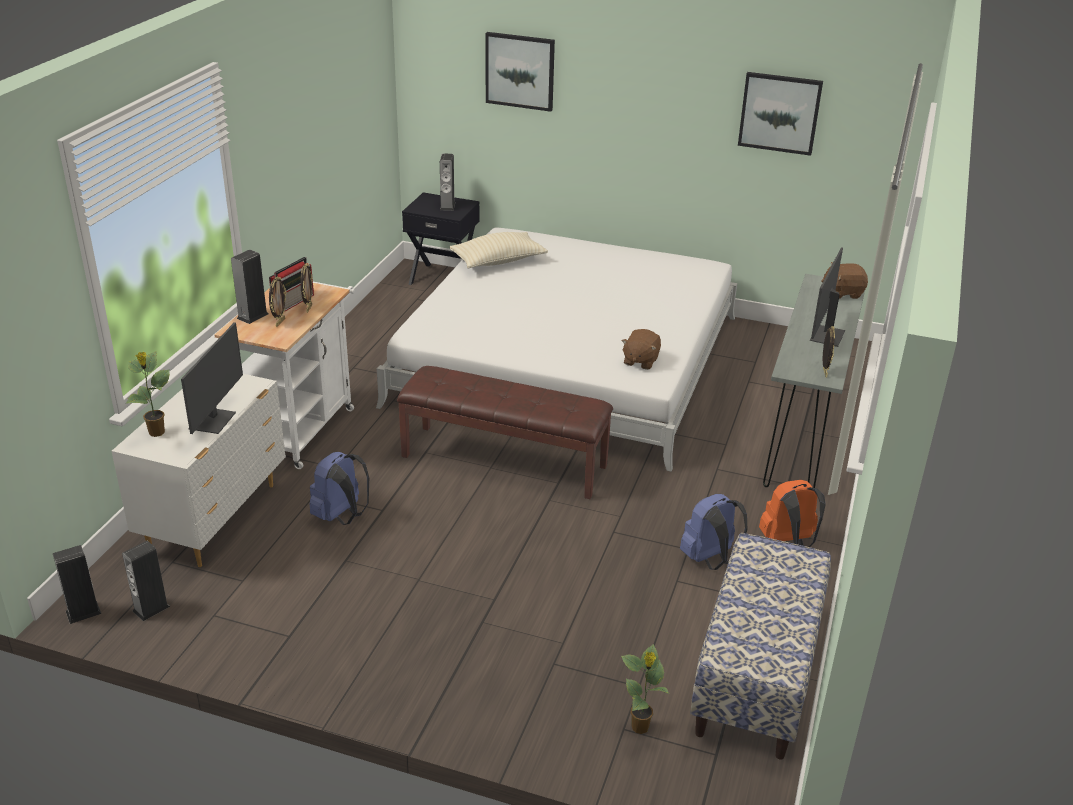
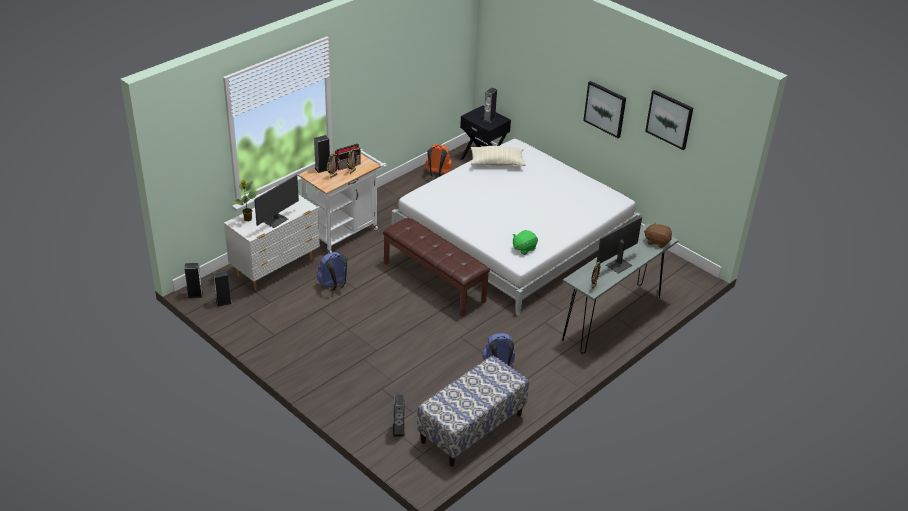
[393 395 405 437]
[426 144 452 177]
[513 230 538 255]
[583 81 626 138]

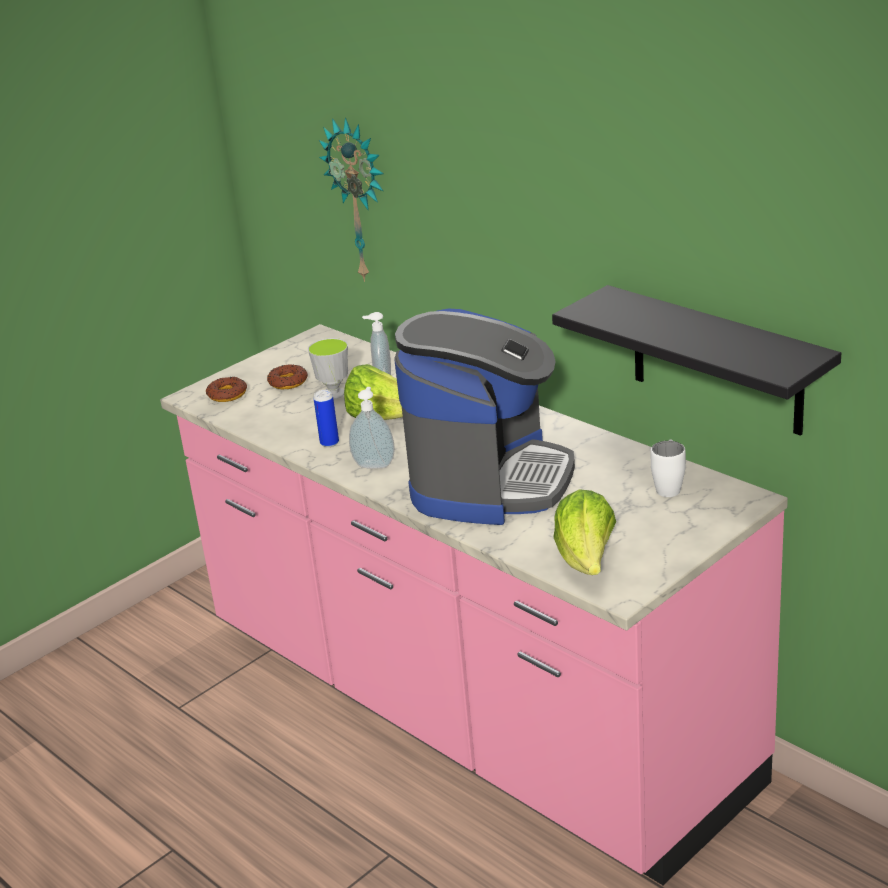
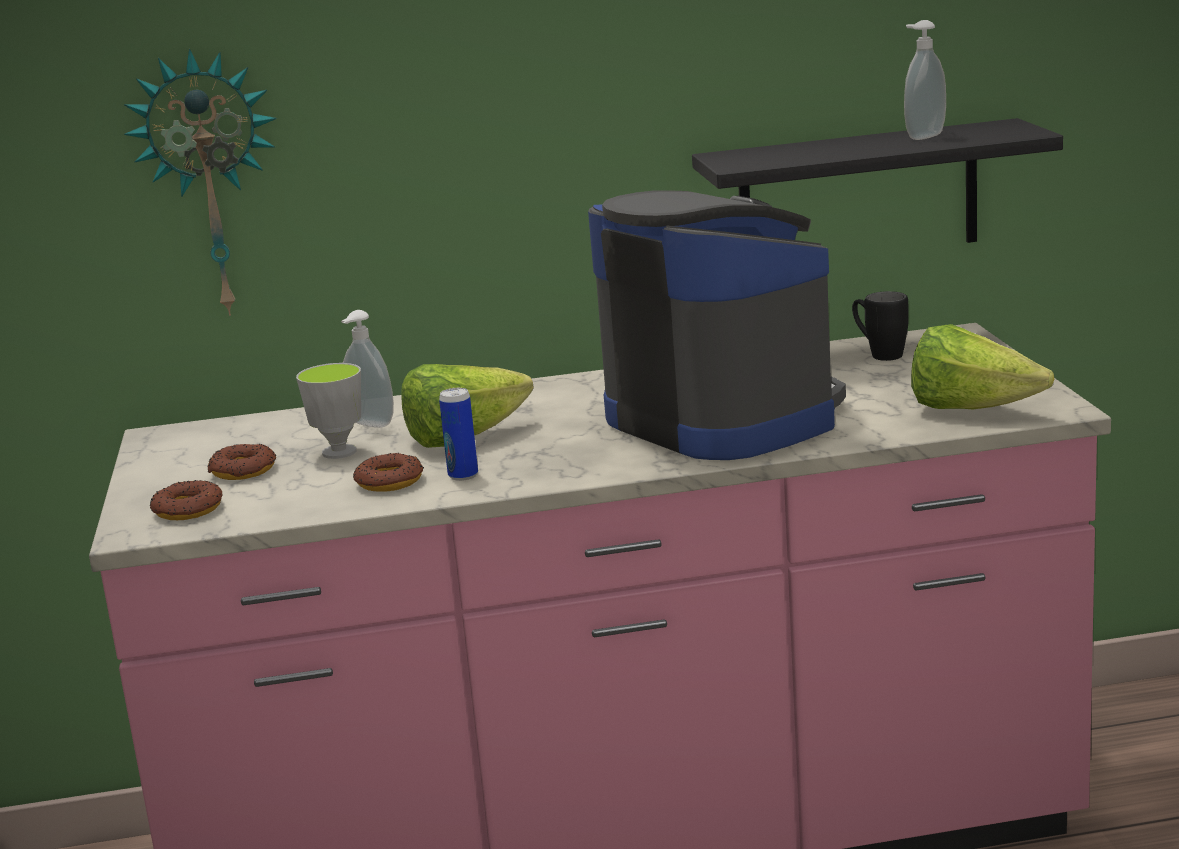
[353 453 424 492]
[852 291 909 361]
[904 20 946 140]

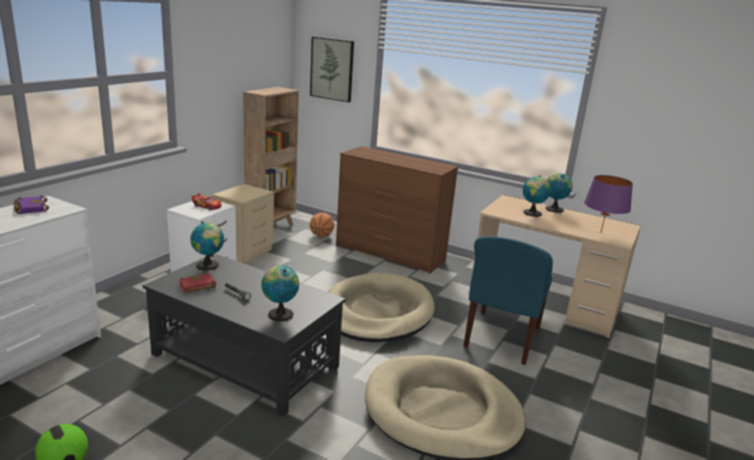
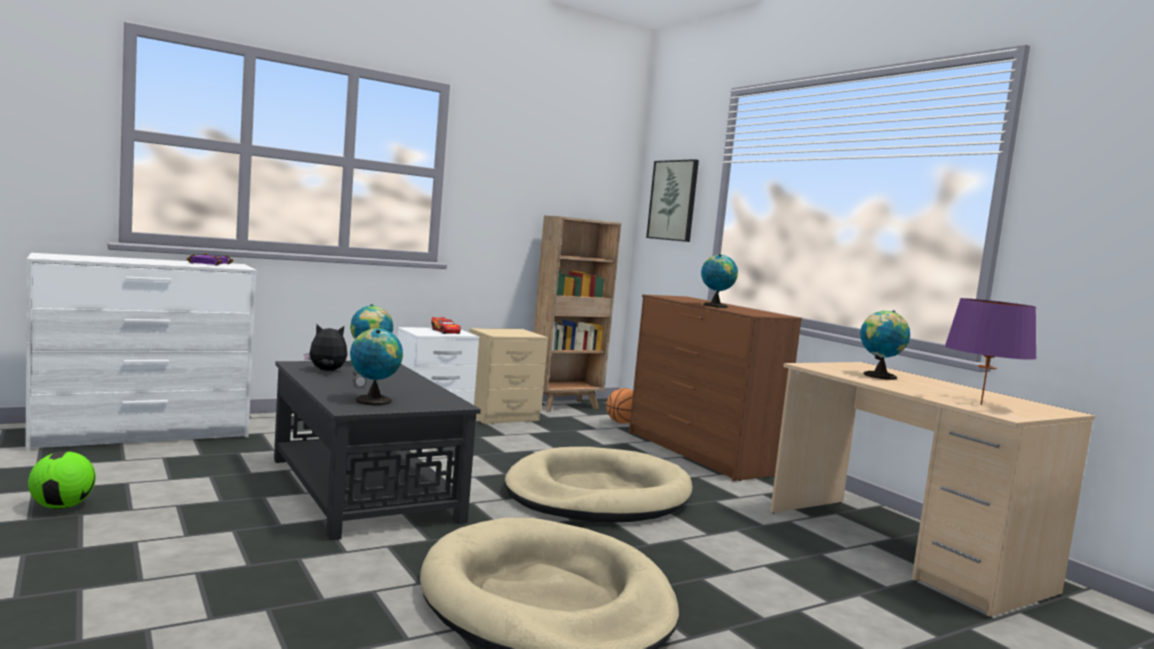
[304 324 347 371]
[701 254 738 308]
[463 236 553 365] (first image)

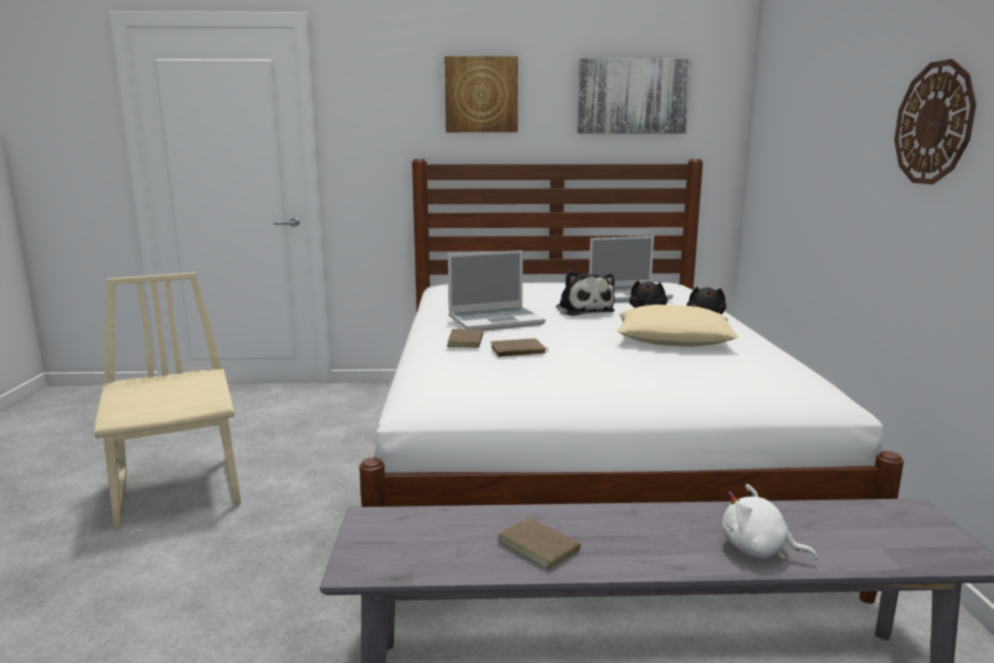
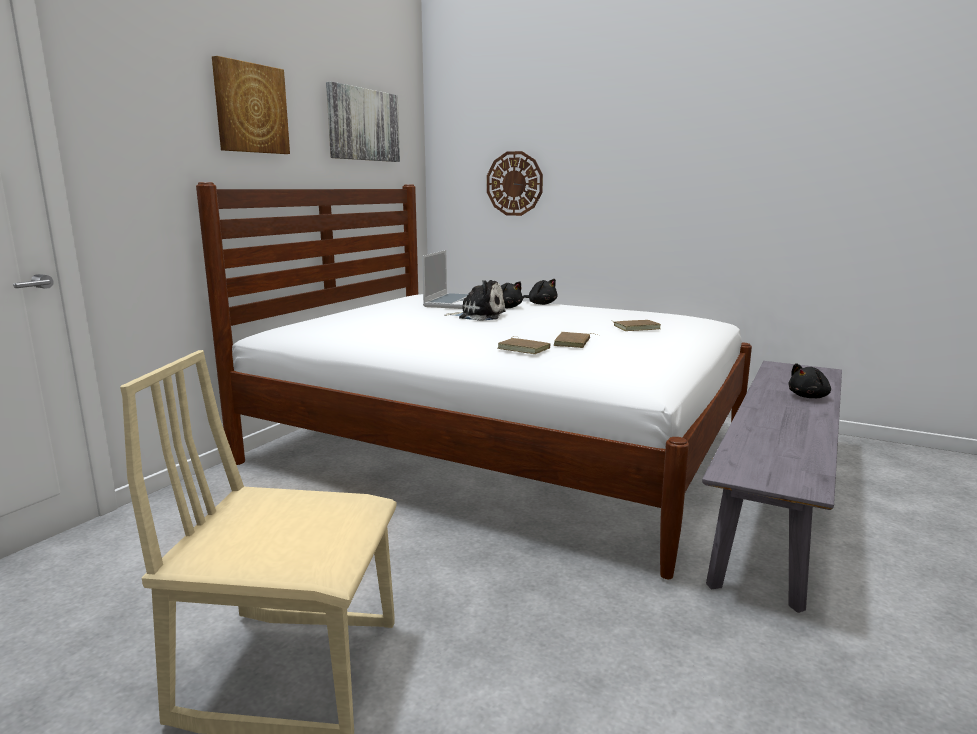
[487 151 543 216]
[611 320 661 331]
[788 363 831 398]
[448 250 545 331] (first image)
[617 305 738 347] (first image)

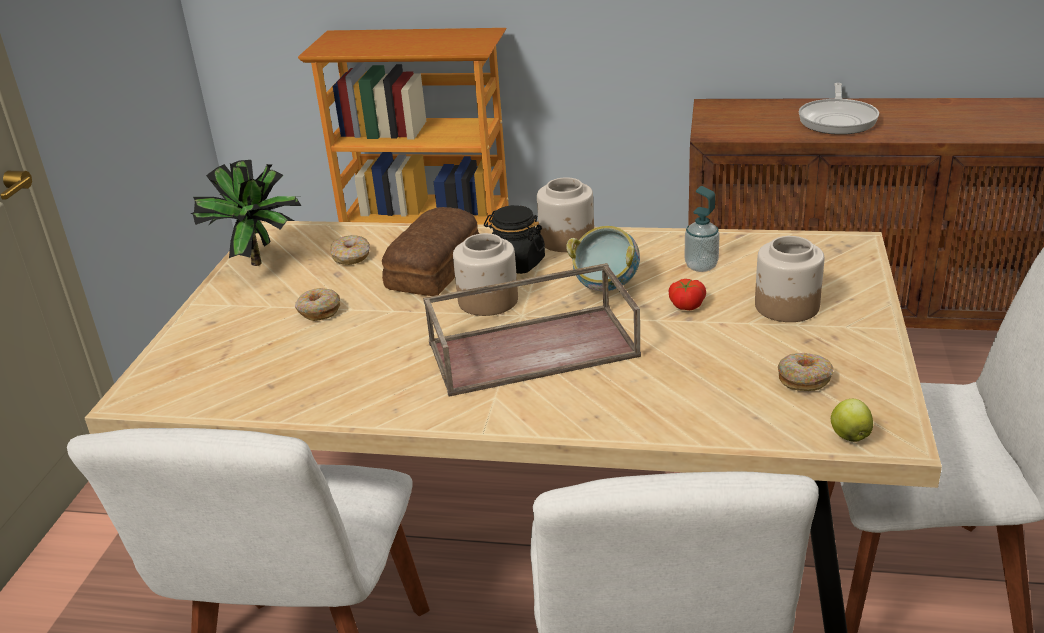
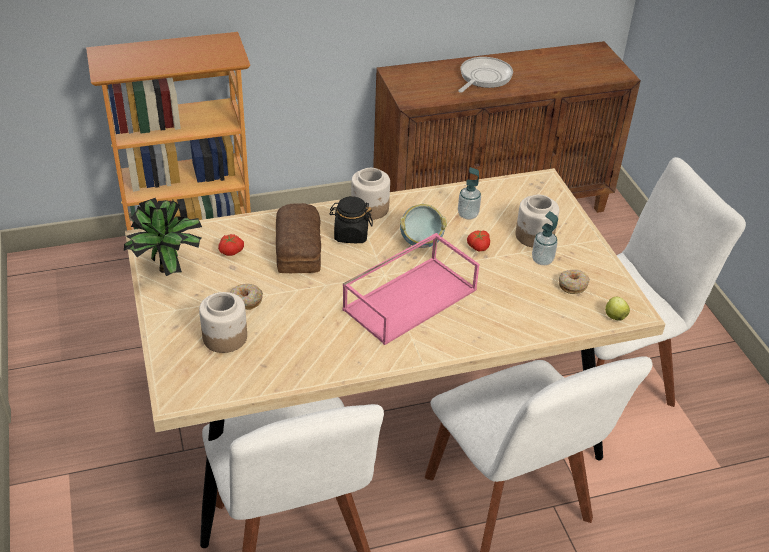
[199 292 247 353]
[218 234 244 256]
[342 233 480 345]
[458 57 513 93]
[532 211 558 265]

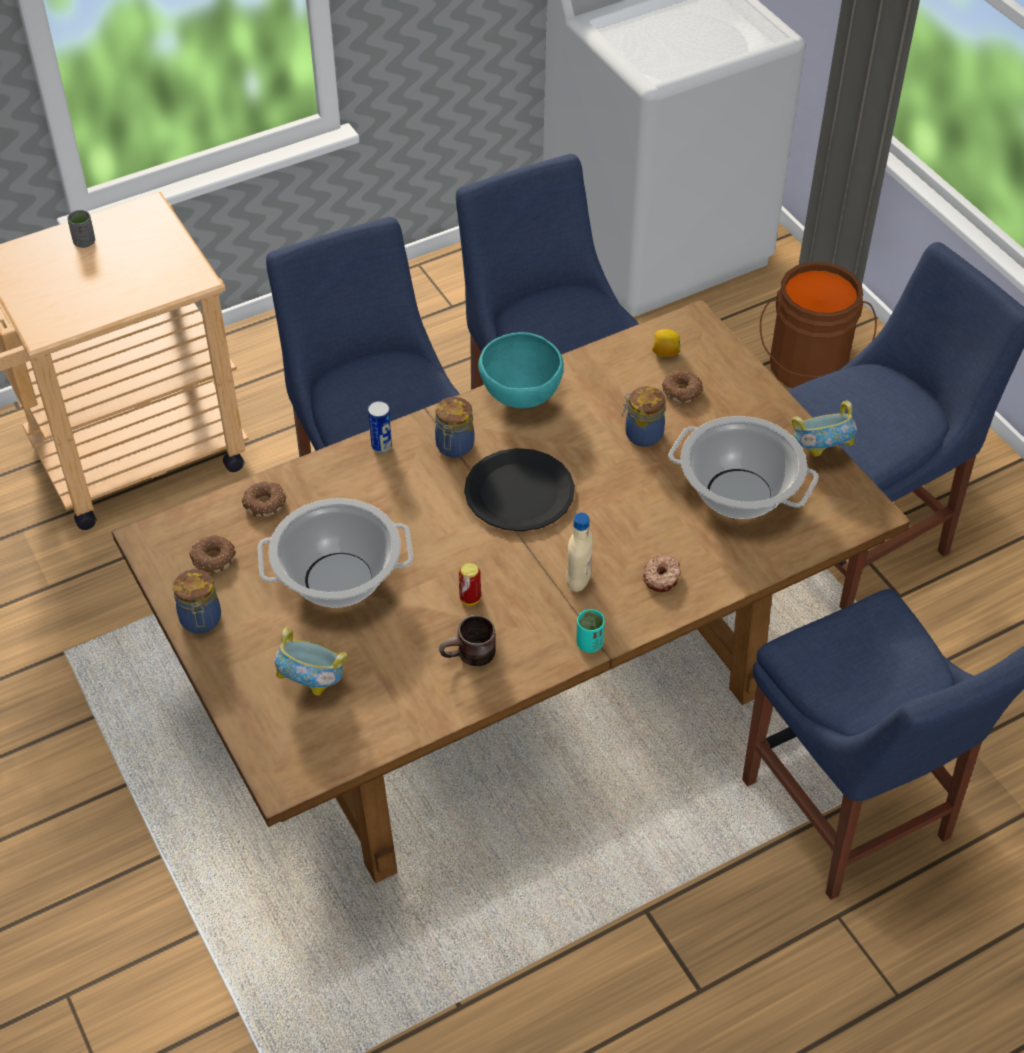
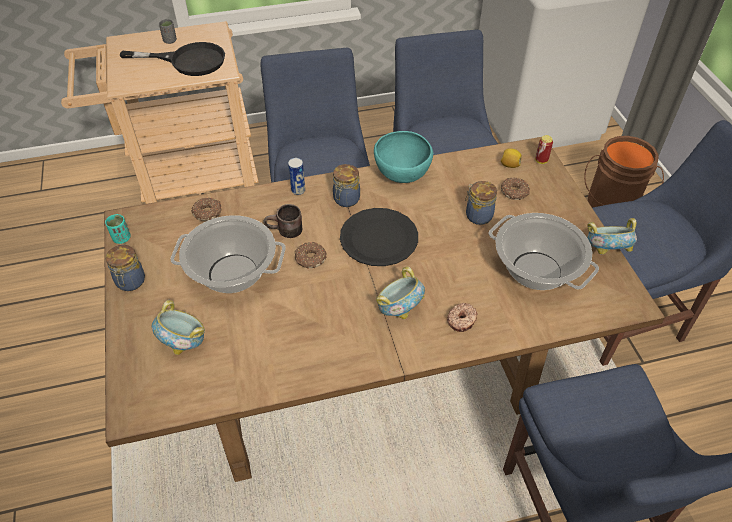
[105 214 131 244]
[119 42 225 76]
[264 204 302 238]
[295 242 327 269]
[376 266 425 319]
[535 135 553 164]

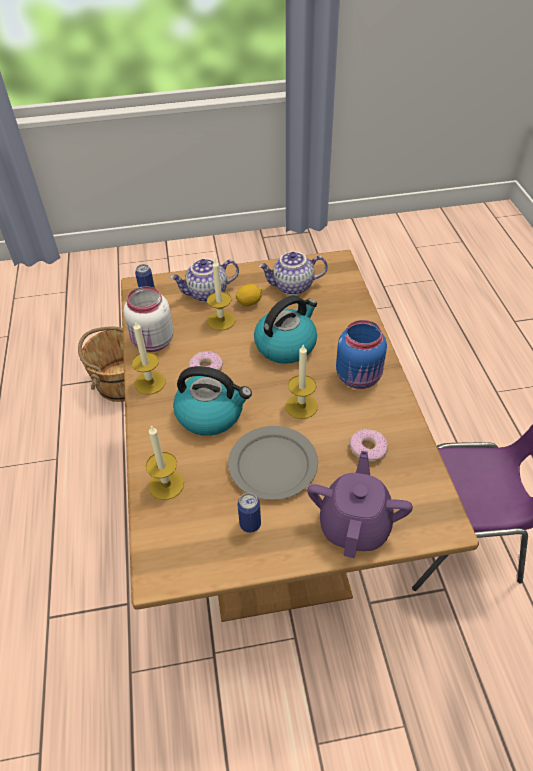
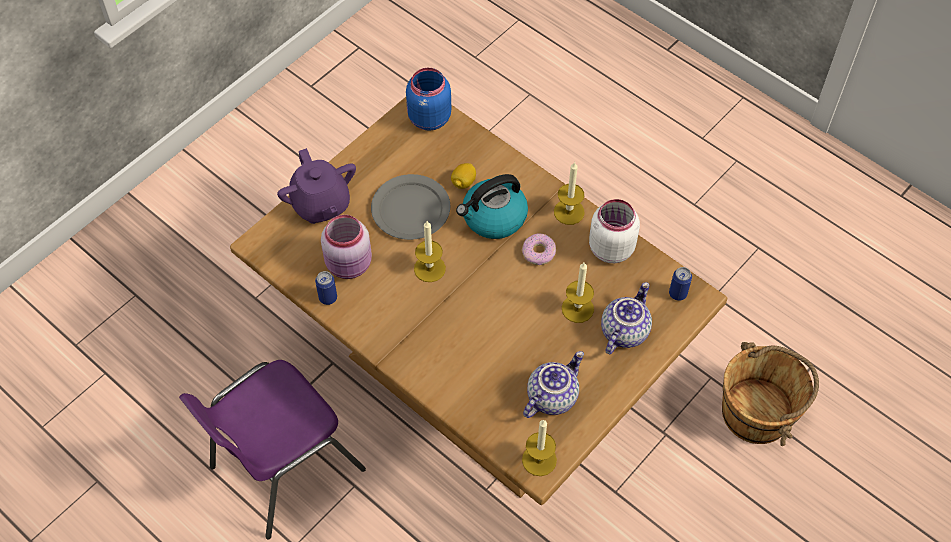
[315 271 337 305]
[321 215 372 279]
[406 68 451 131]
[451 163 476 189]
[522 419 557 476]
[254 295 317 364] (first image)

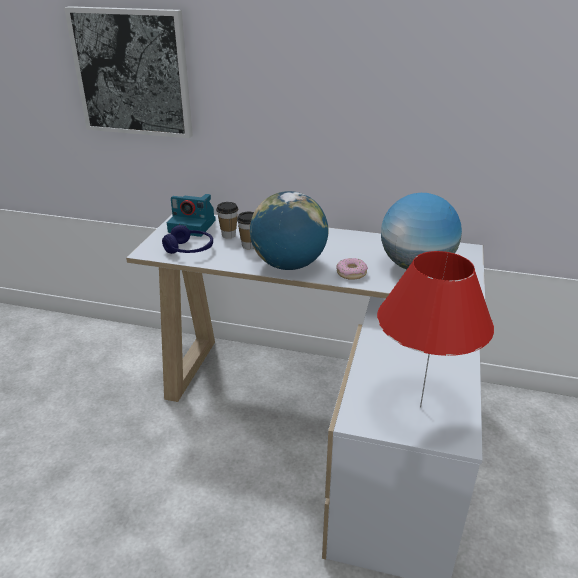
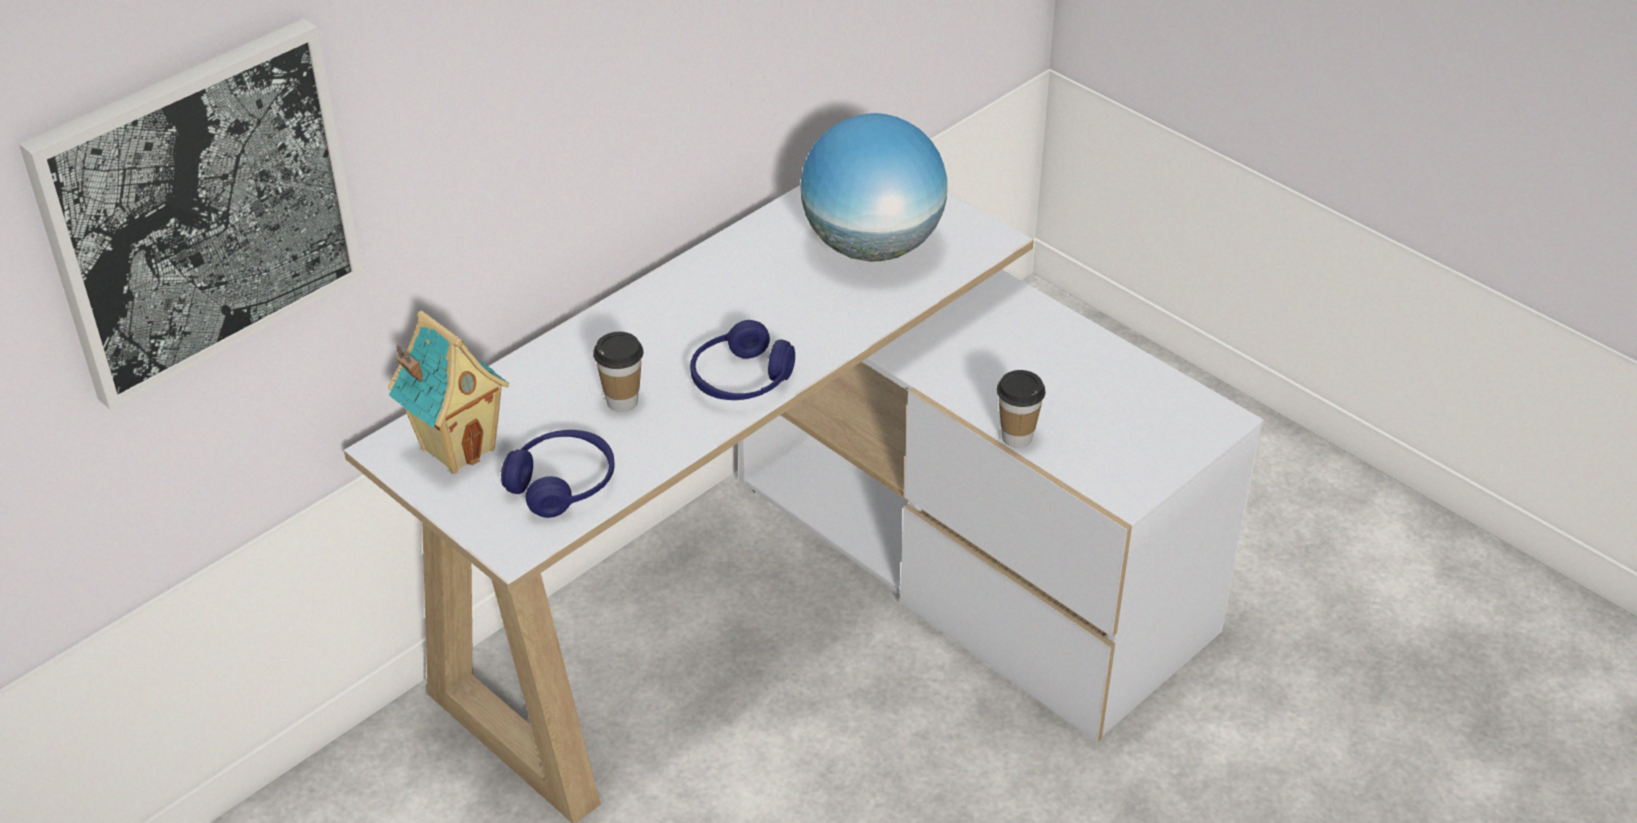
[388 310 509 474]
[690 320 795 400]
[997 370 1046 448]
[336 258 368 280] (first image)
[377 251 494 408] (first image)

